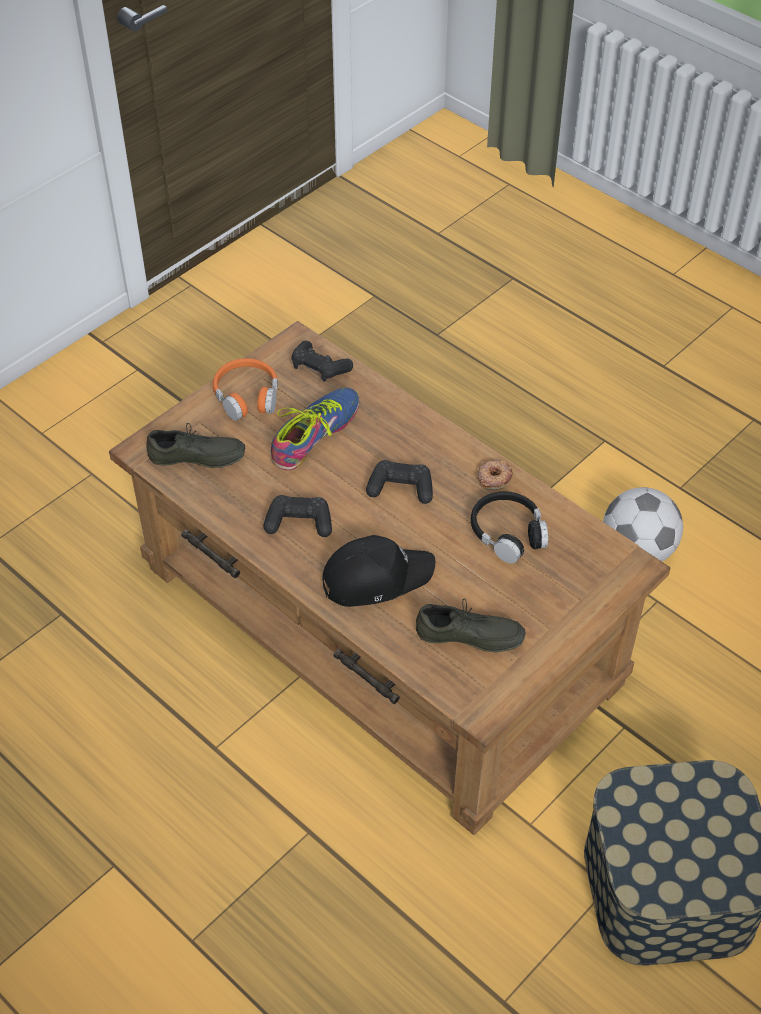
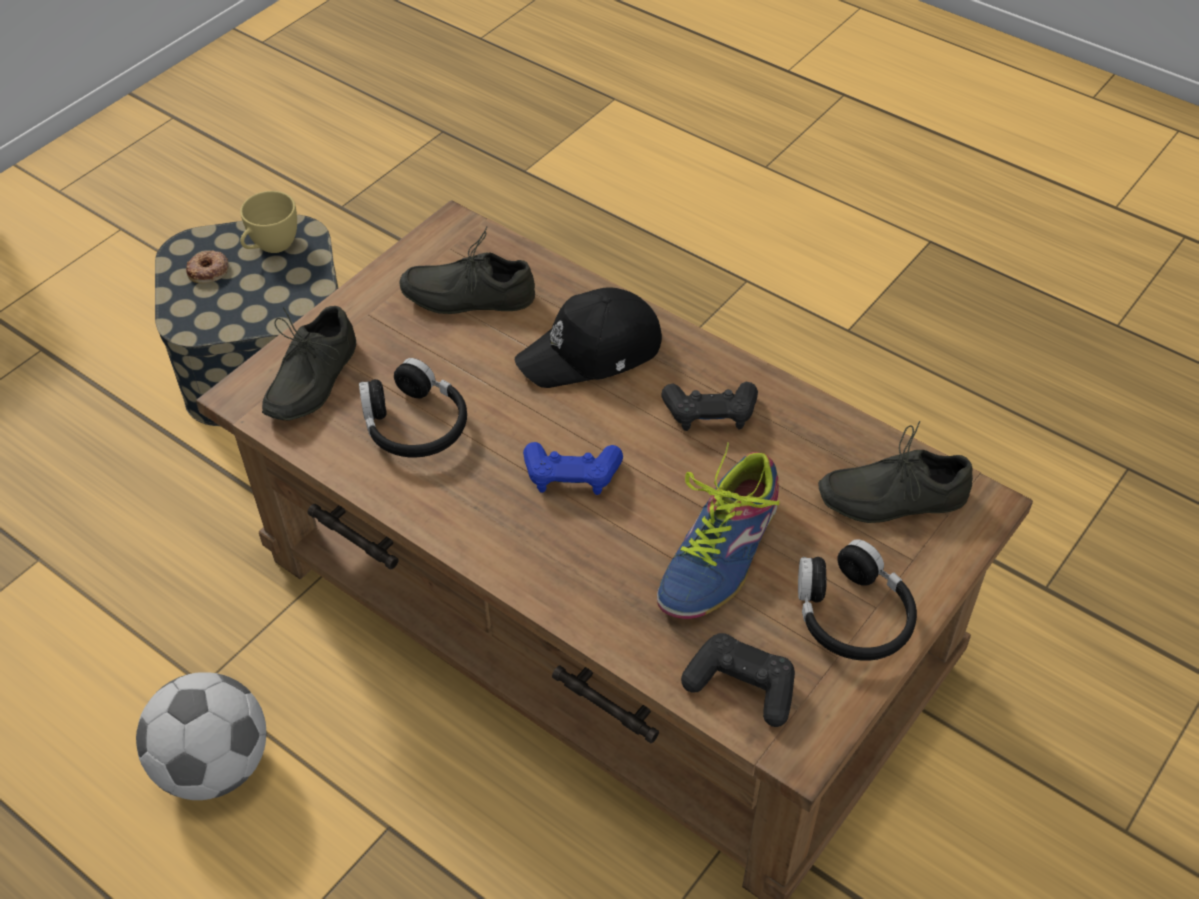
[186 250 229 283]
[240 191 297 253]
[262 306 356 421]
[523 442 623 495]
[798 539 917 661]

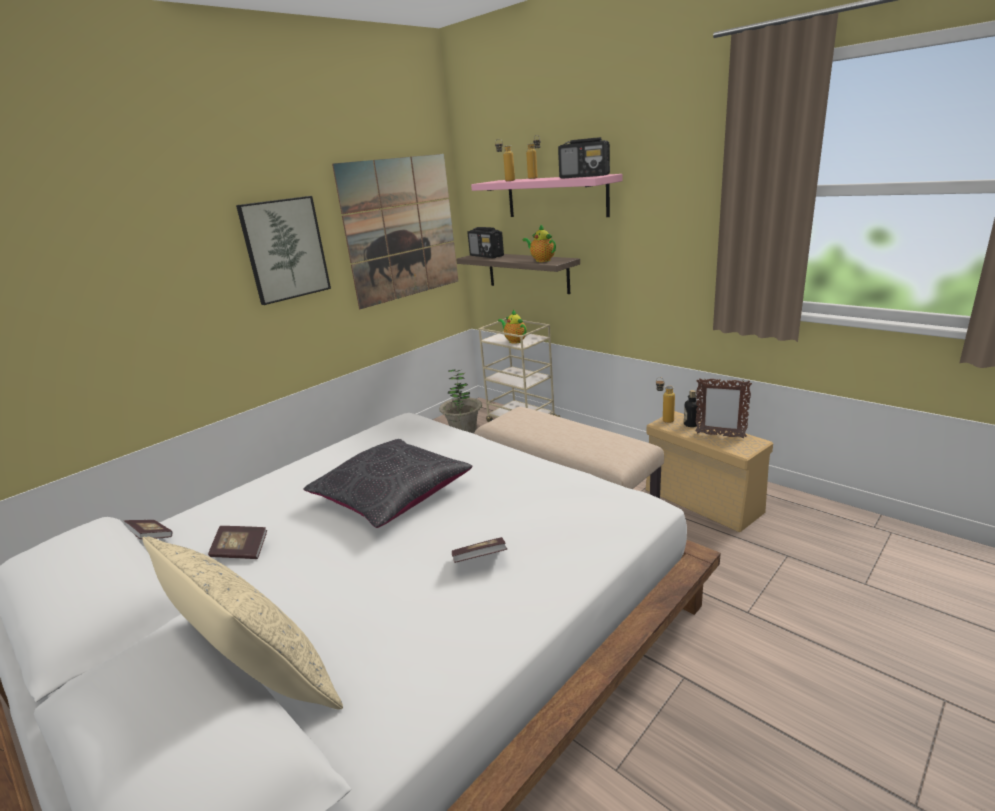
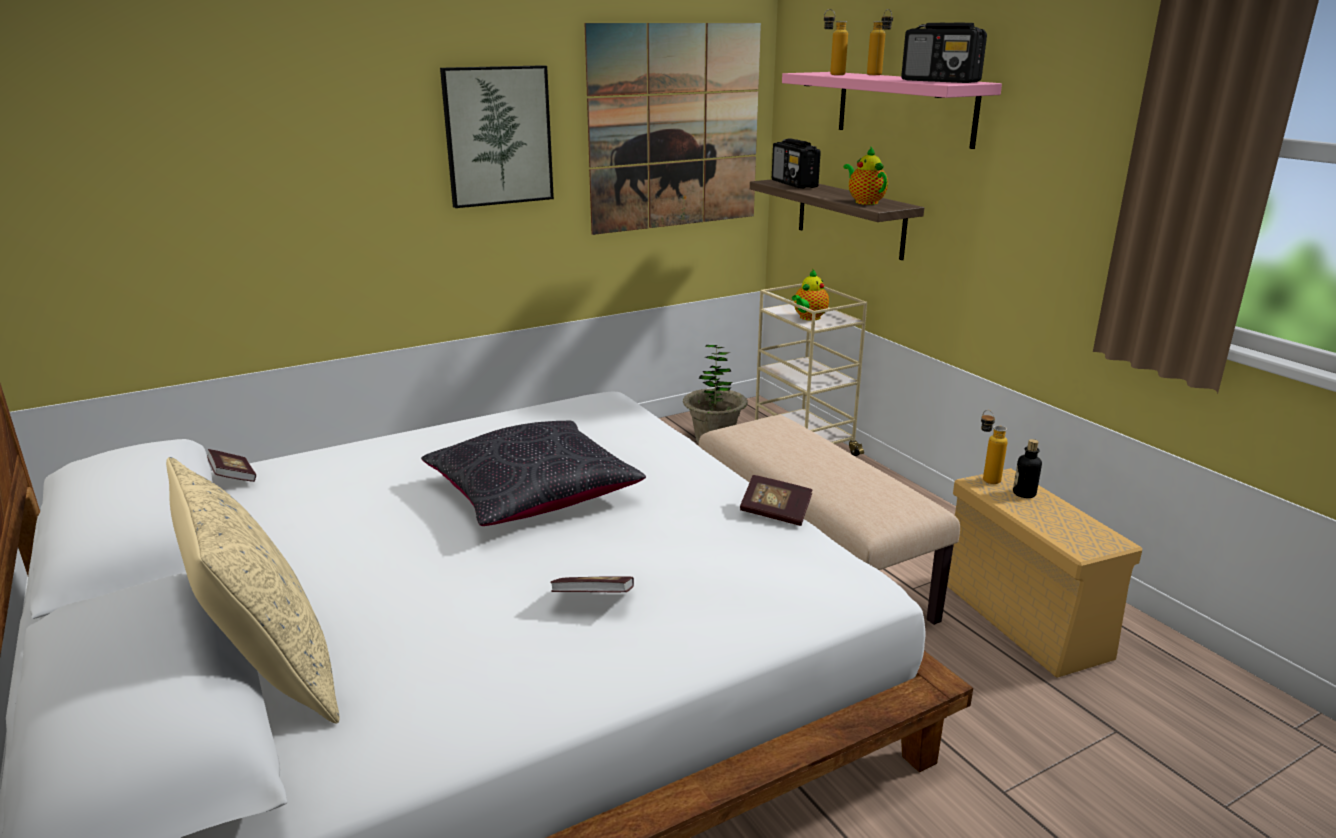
[740 475 813 526]
[792 270 829 321]
[695 378 752 439] (first image)

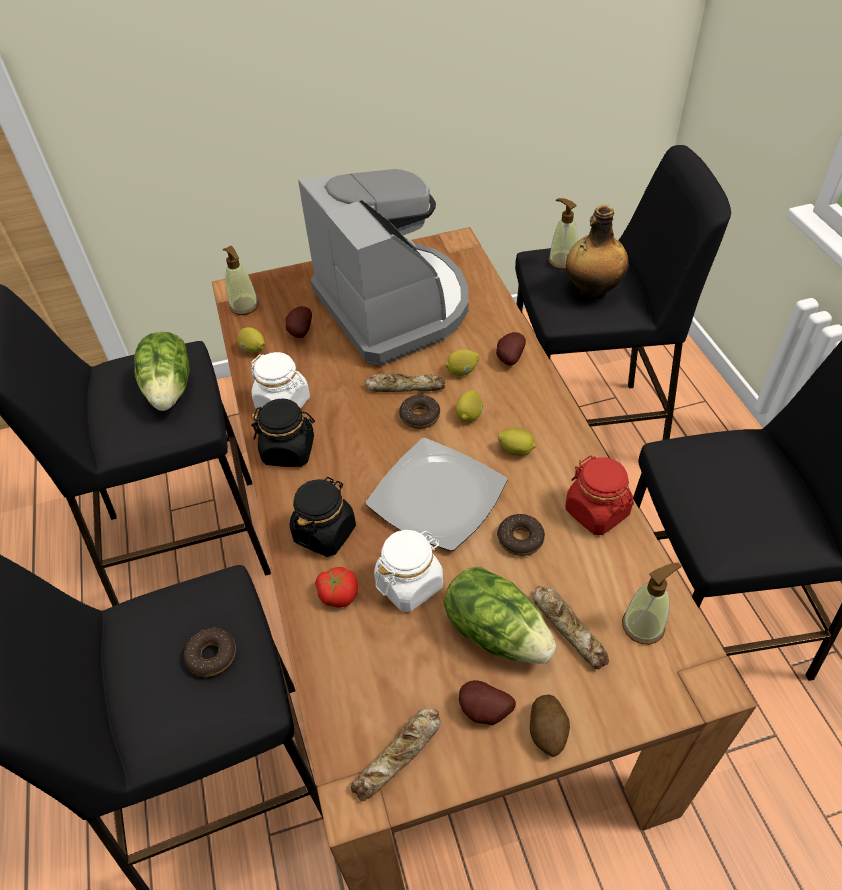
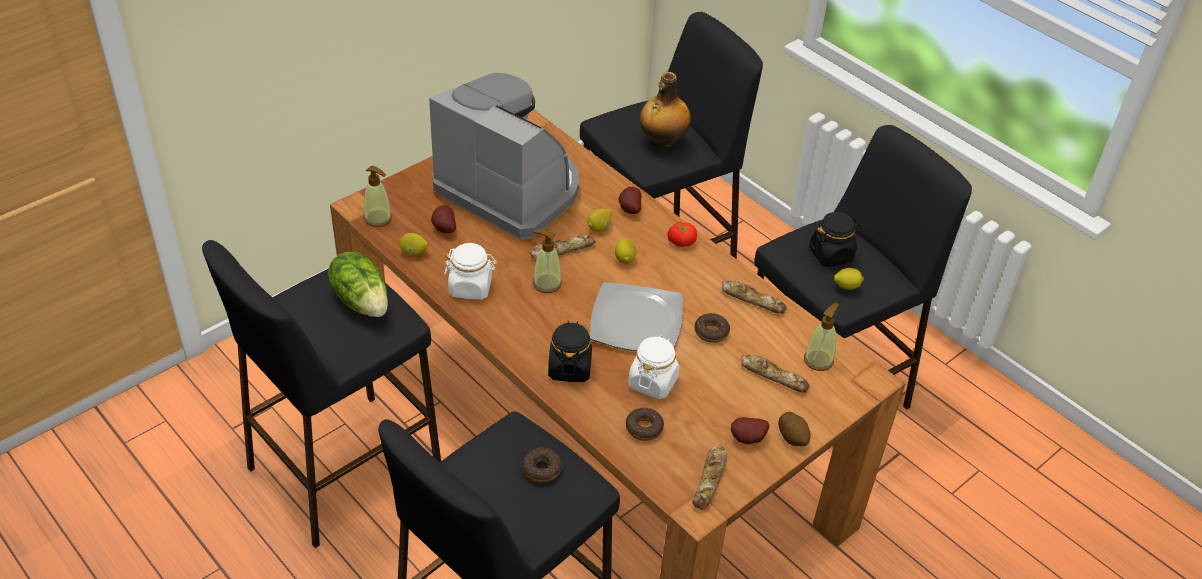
[533 230 562 293]
[626 408 664 441]
[667 221 697 247]
[722 280 787 314]
[809 212 861 267]
[834 268 864 290]
[444 567 556 664] (first image)

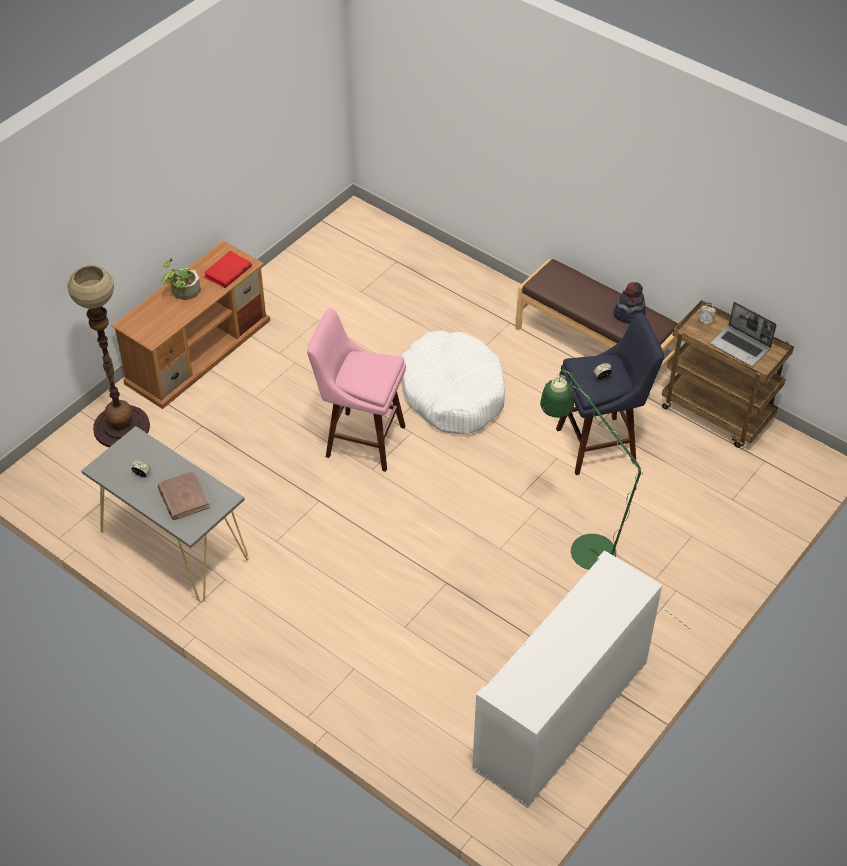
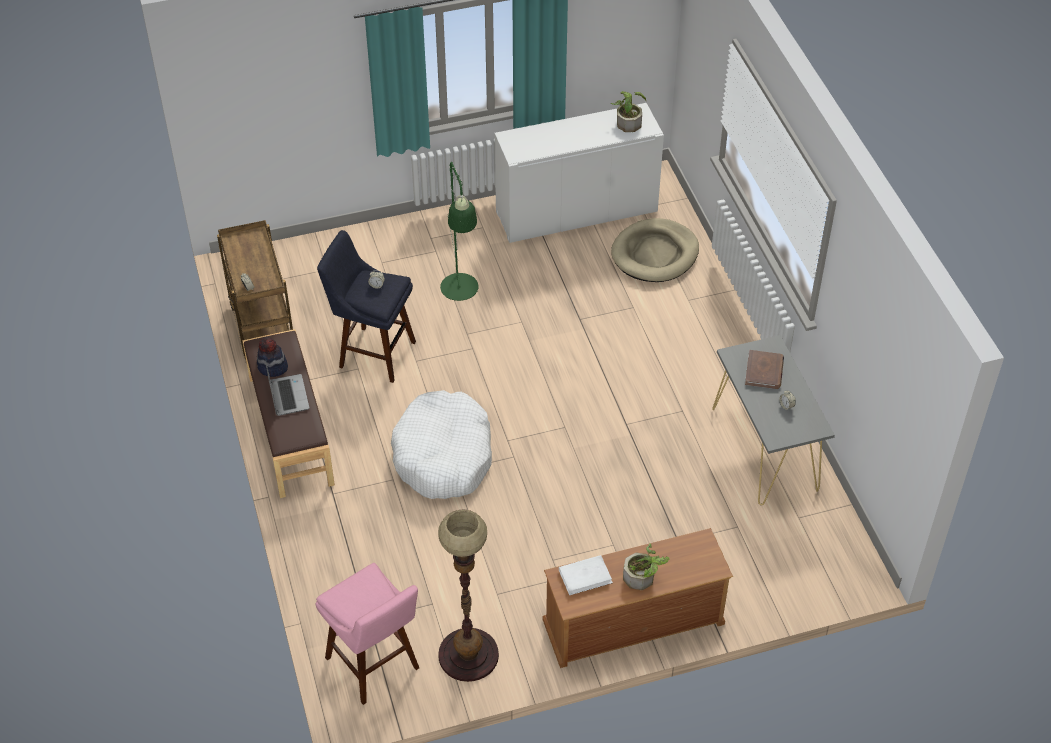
[265 360 310 416]
[316 563 419 705]
[438 510 499 682]
[559 555 613 595]
[611 91 646 132]
[611 218 699 282]

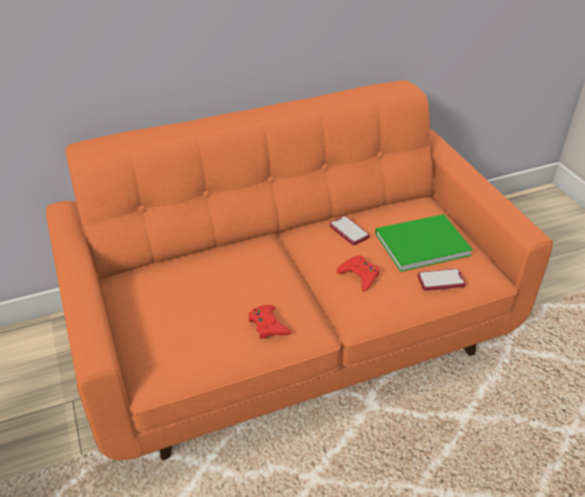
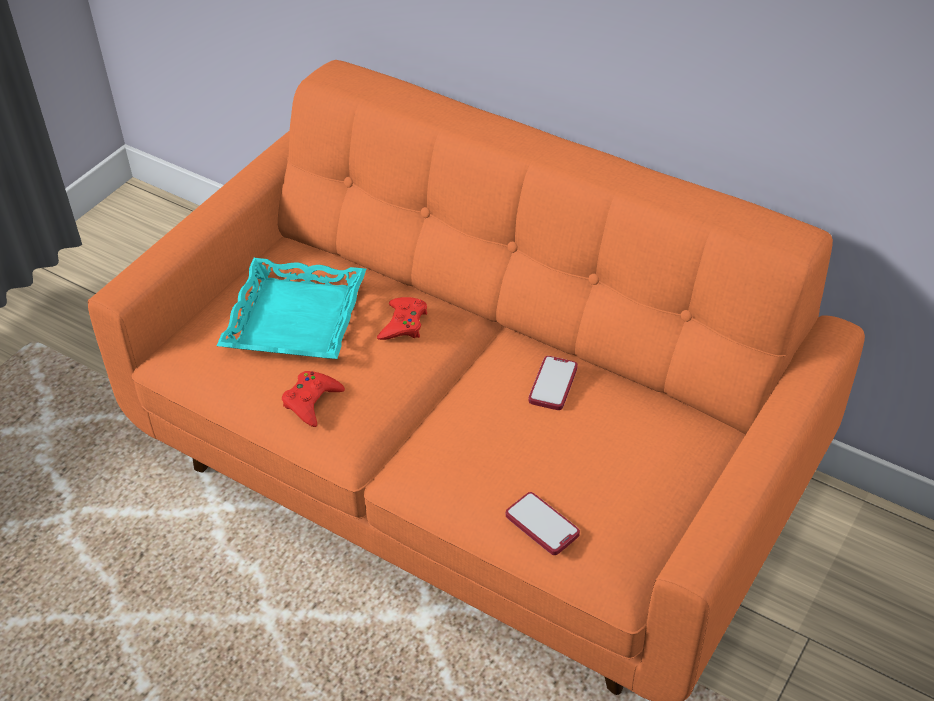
[217 258 366 359]
[377 297 427 340]
[375 214 473 272] (first image)

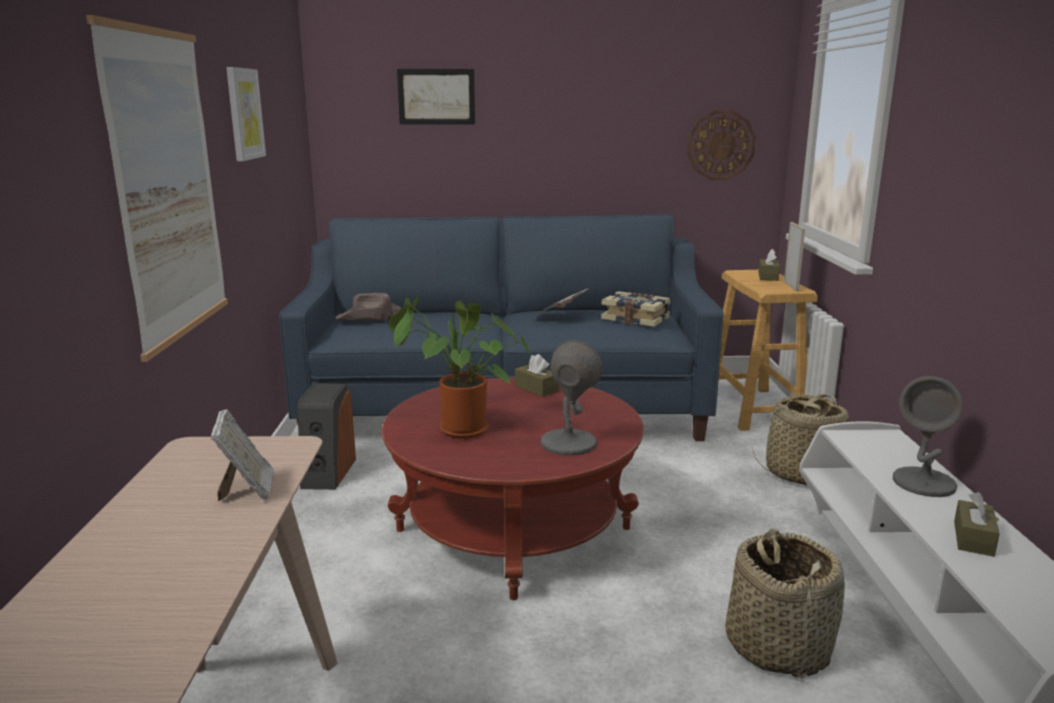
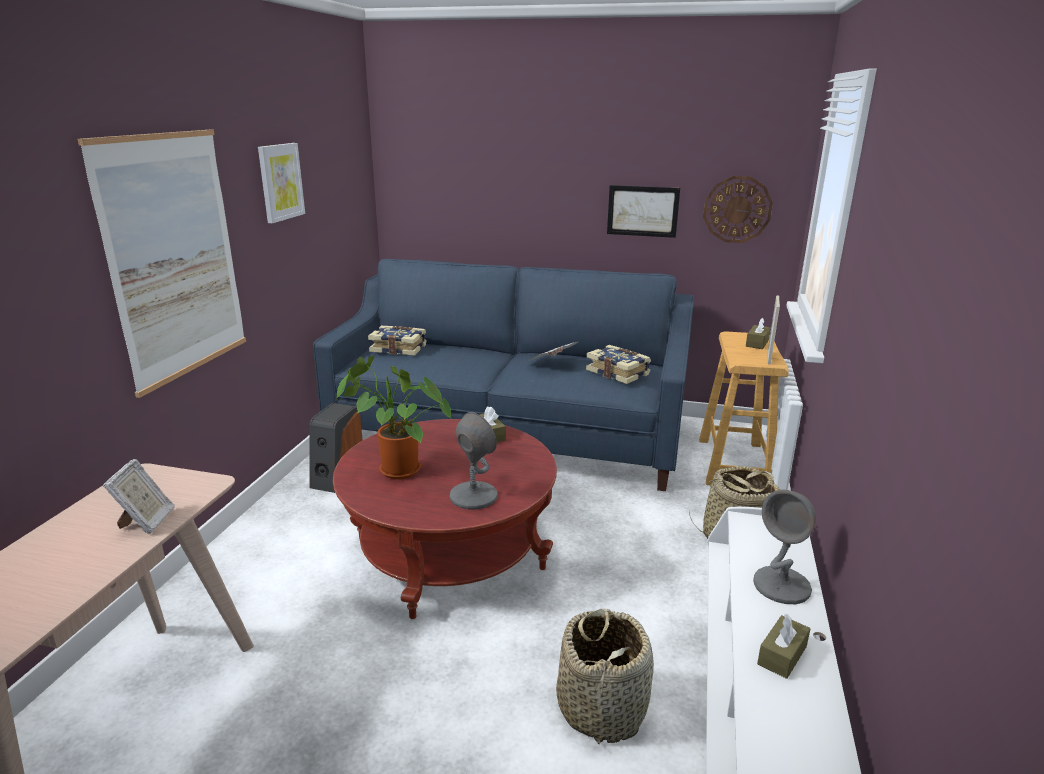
[368 326 426 356]
[607 185 680 238]

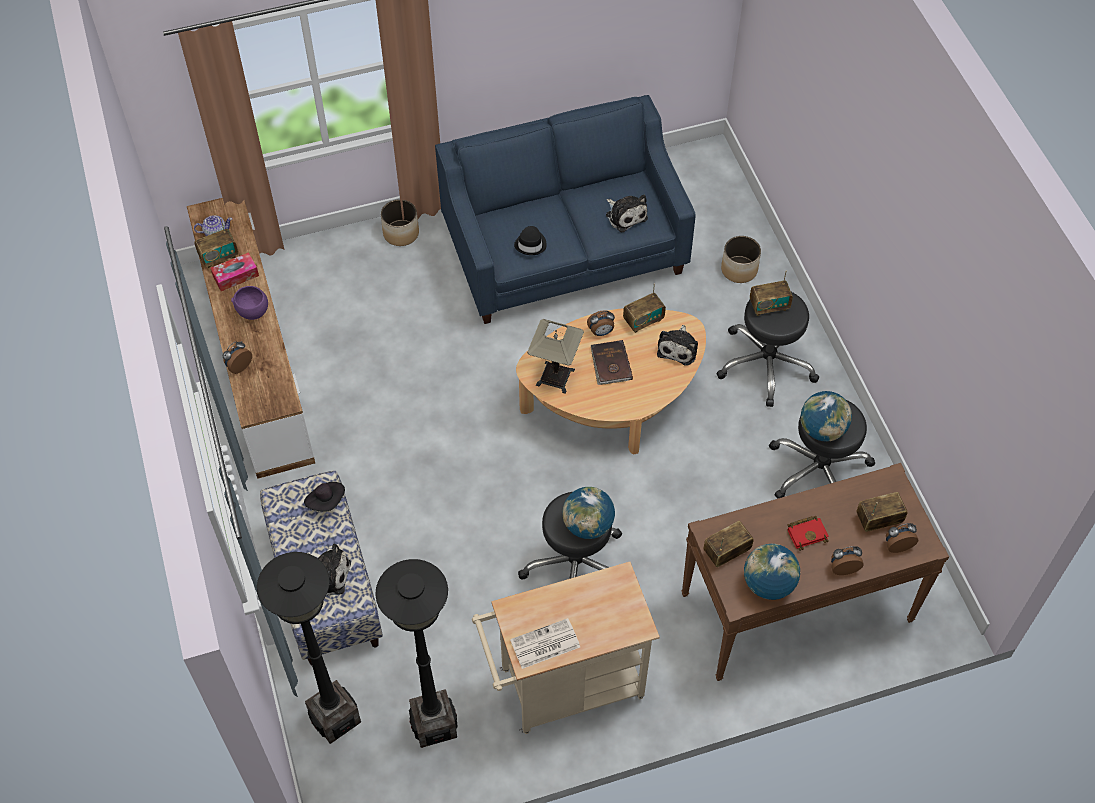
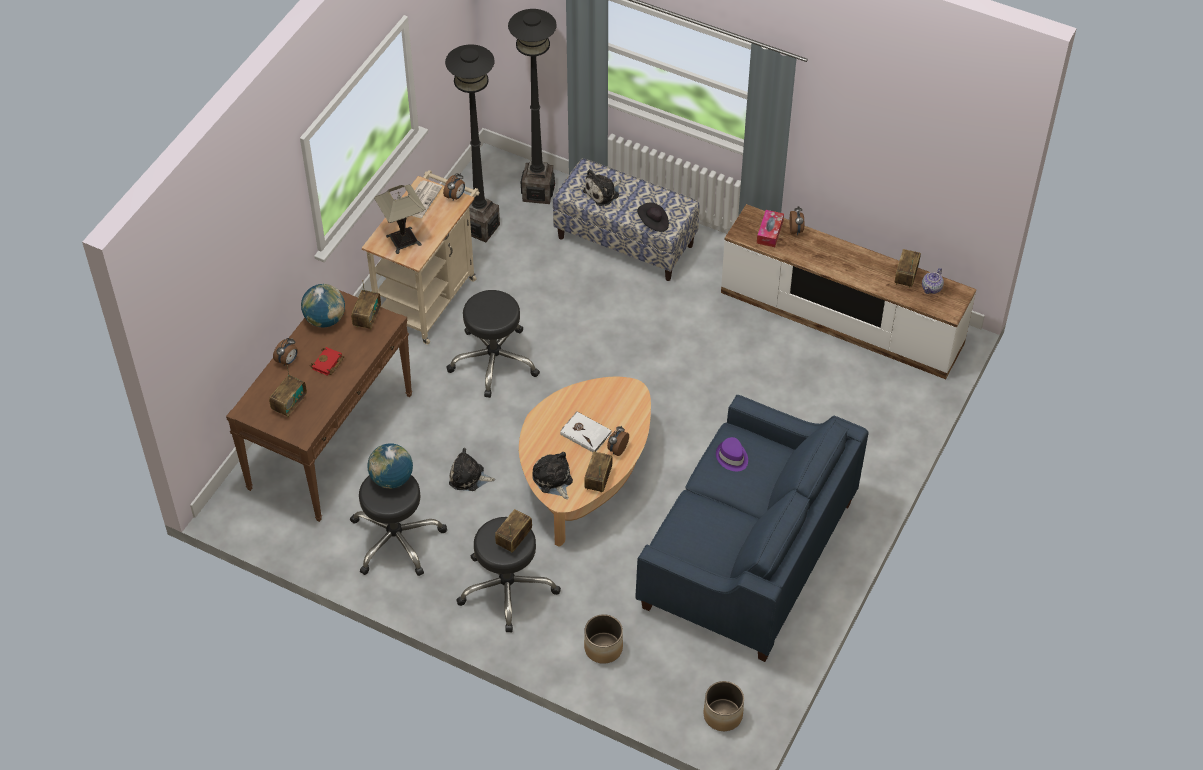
[374 184 425 254]
[443 173 465 200]
[449 448 495 491]
[560 411 612 452]
[703 681 744 731]
[716 437 748 471]
[757 210 784 247]
[231 286 268 320] (first image)
[562 487 615 539] (first image)

